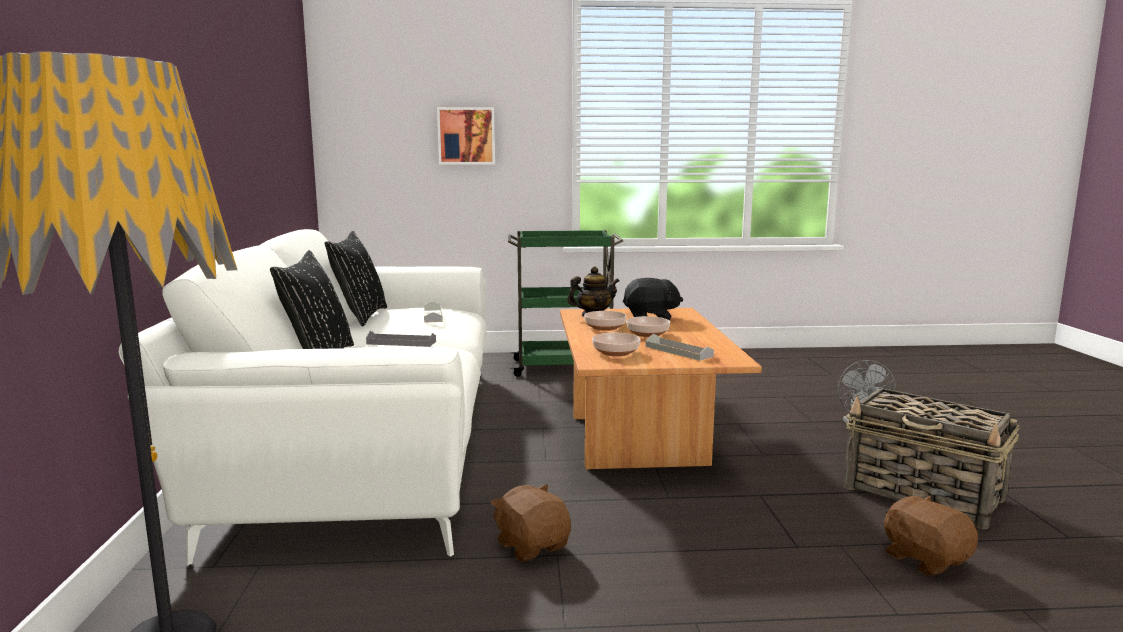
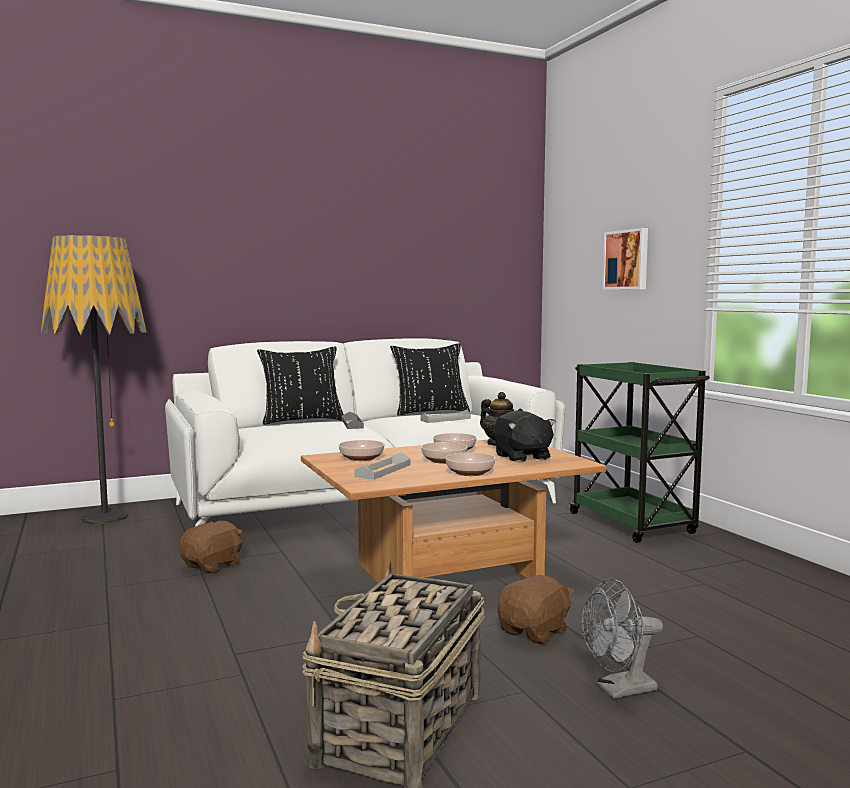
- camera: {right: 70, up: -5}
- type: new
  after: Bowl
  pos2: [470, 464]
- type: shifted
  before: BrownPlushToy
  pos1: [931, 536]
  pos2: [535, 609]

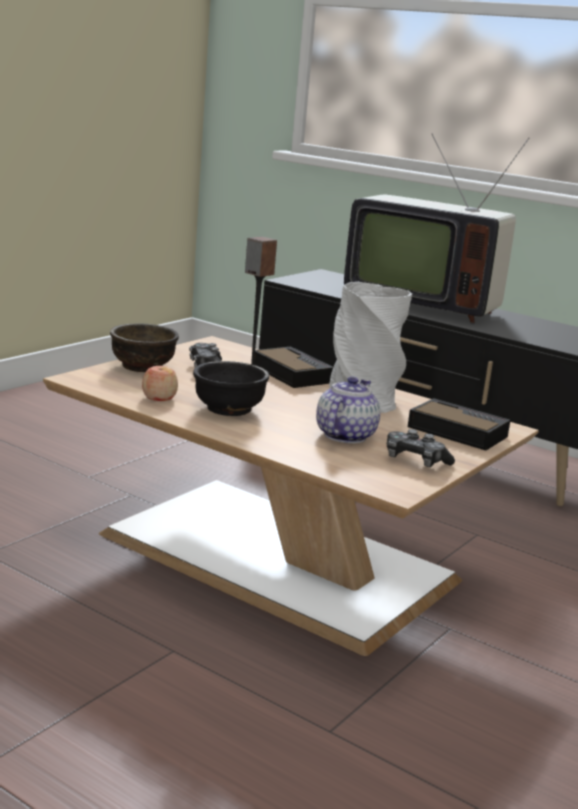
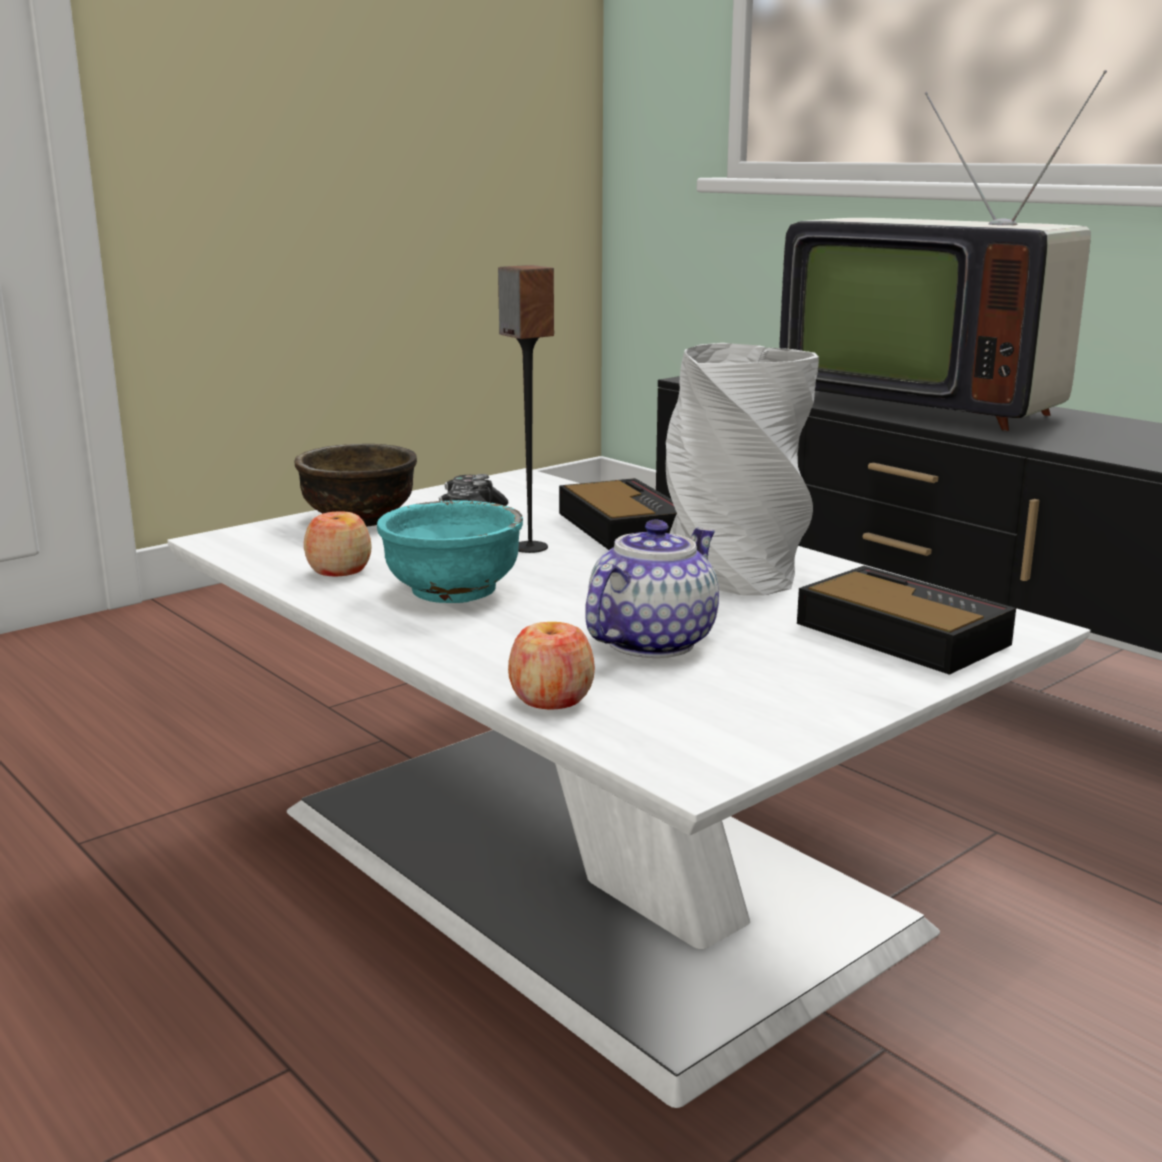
- camera: {right: 15, up: 0}
- type: gone
  before: GameController
  pos1: [421, 448]
- type: new
  after: Apple
  pos2: [551, 665]
- type: repainted
  before: BrownCoffeeTable
  after: WhiteCoffeeTable
  pos1: [291, 496]
  pos2: [628, 788]
- type: repainted
  before: BlackBowl
  after: TurquoiseBowl
  pos1: [231, 388]
  pos2: [450, 551]

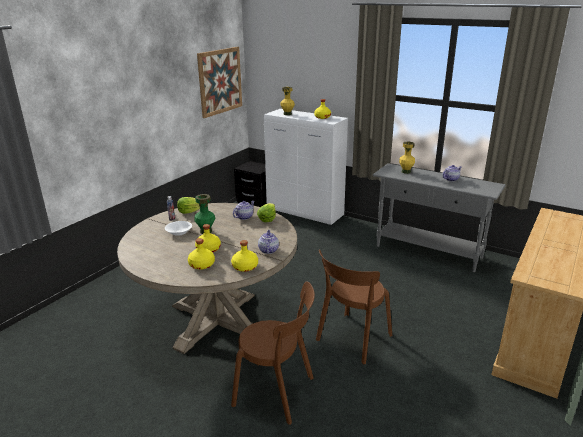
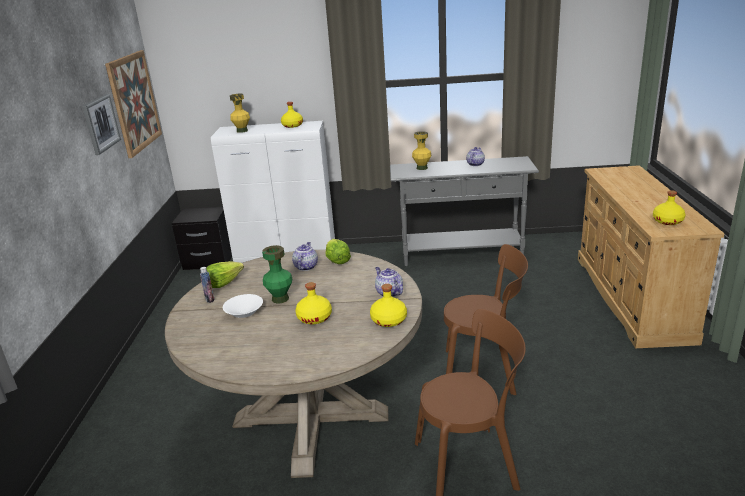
- camera: {right: -30, up: 0}
- type: new
  after: Picture
  pos2: [101, 124]
- type: shifted
  before: YellowBottle
  pos1: [201, 254]
  pos2: [669, 207]
- type: rotated
  before: BrownChair
  pos1: [354, 306]
  pos2: [486, 319]
  turn: -90

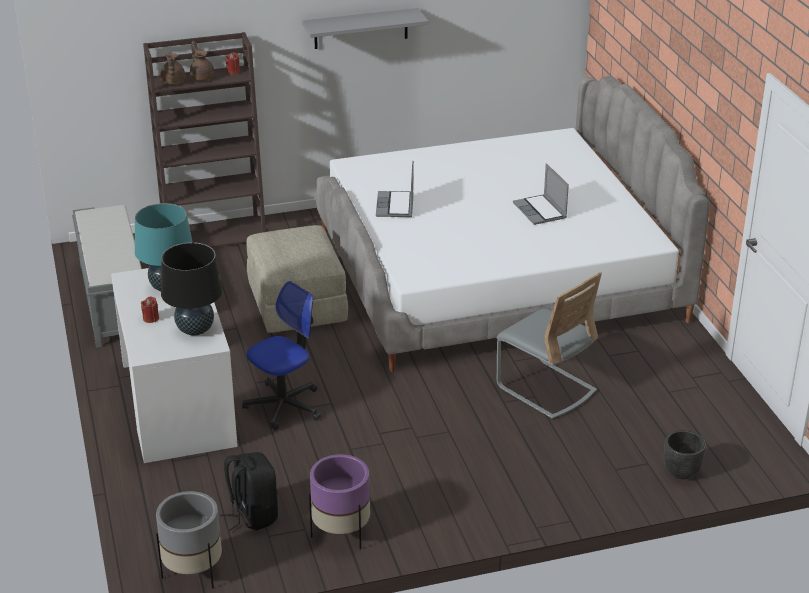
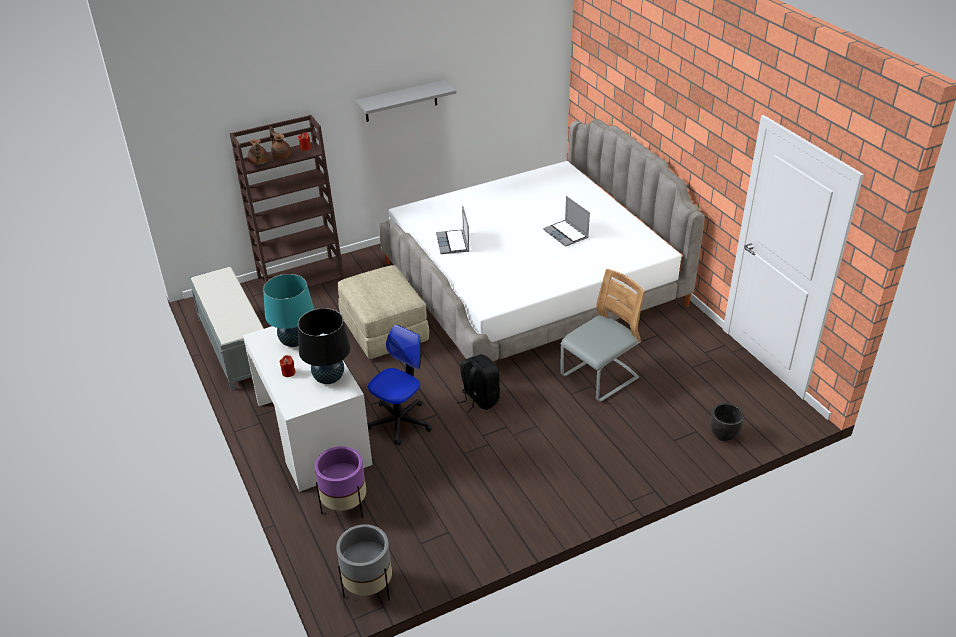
- camera: {right: -10, up: 5}
- type: shifted
  before: BlackBackpack
  pos1: [249, 491]
  pos2: [478, 383]
- type: shifted
  before: PurplePlanter
  pos1: [339, 502]
  pos2: [340, 482]
- type: rotated
  before: GreyChair
  pos1: [549, 345]
  pos2: [602, 335]
  turn: -75

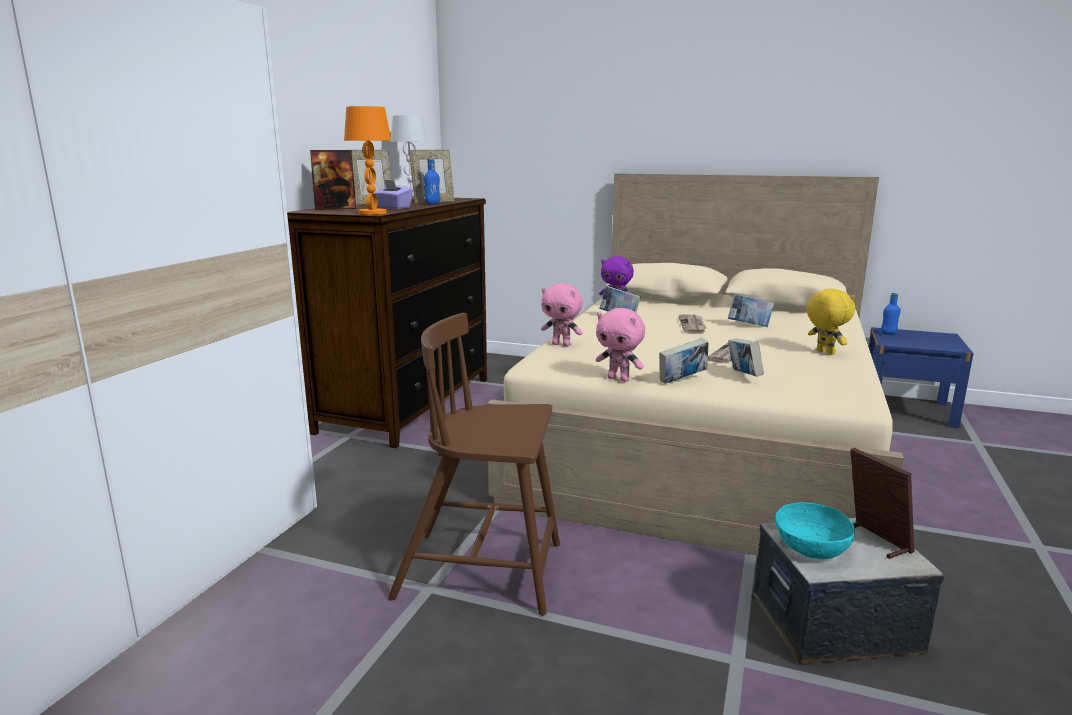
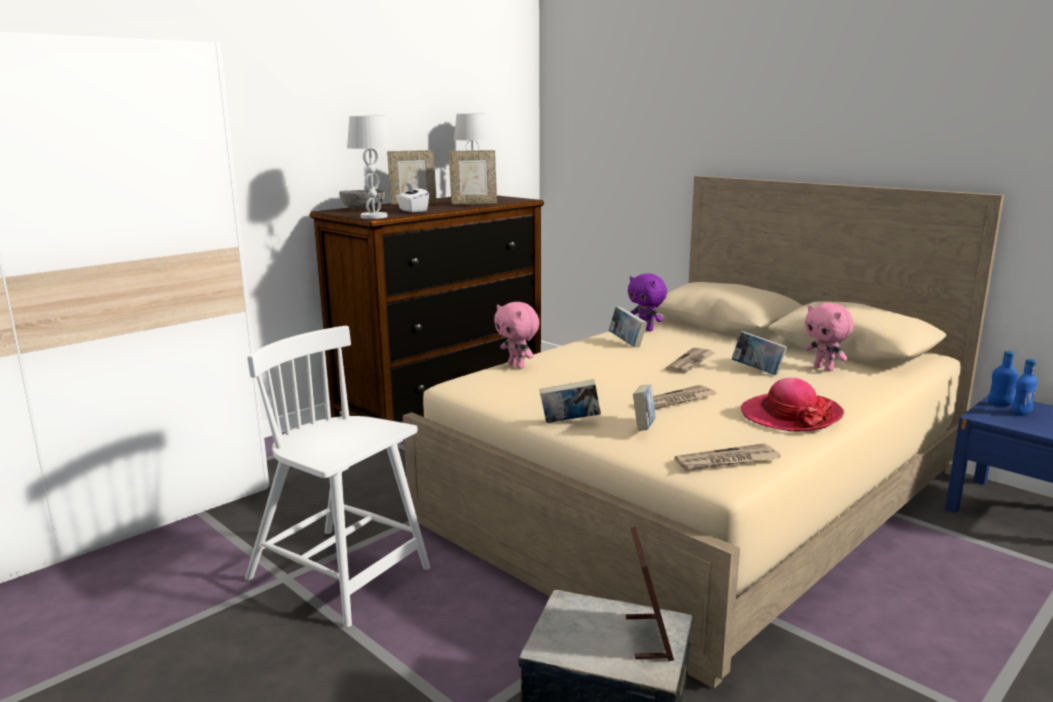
- camera: {right: 25, up: 0}
- type: gone
  before: TurquoiseBowl
  pos1: [815, 530]
- type: new
  after: Newspaper
  pos2: [728, 457]
- type: shifted
  before: BlueBottle
  pos1: [432, 181]
  pos2: [1024, 387]
- type: shifted
  before: PinkPlushToy
  pos1: [620, 345]
  pos2: [829, 337]
- type: swapped
  before: PictureFrame
  after: GreyBowl
  pos1: [333, 180]
  pos2: [362, 199]
- type: swapped
  before: YellowPlushToy
  after: Hat
  pos1: [831, 322]
  pos2: [793, 405]
- type: repainted
  before: OrangeTableLamp
  after: WhiteTableLamp
  pos1: [367, 160]
  pos2: [369, 167]
- type: repainted
  before: PurpleTissueBox
  after: WhiteTissueBox
  pos1: [394, 194]
  pos2: [412, 197]
- type: repainted
  before: BrownChair
  after: WhiteChair
  pos1: [474, 464]
  pos2: [337, 476]

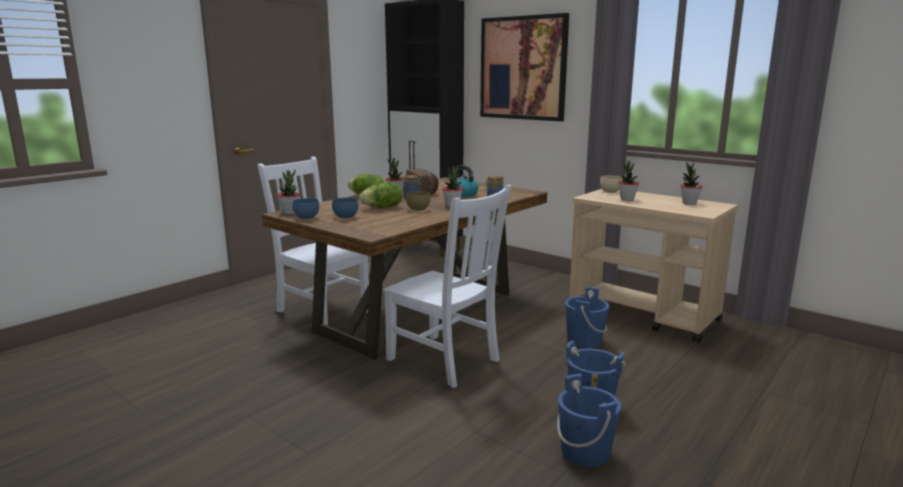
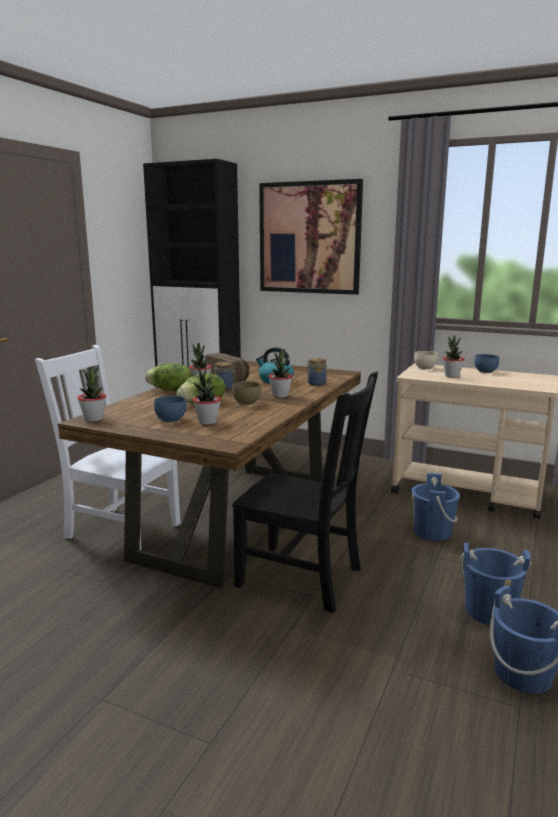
- camera: {right: -15, up: 0}
- type: shifted
  before: BlueBowl
  pos1: [305, 208]
  pos2: [486, 363]
- type: shifted
  before: PottedPlant
  pos1: [691, 183]
  pos2: [207, 396]
- type: repainted
  before: WhiteChair
  after: BlackChair
  pos1: [447, 286]
  pos2: [305, 492]

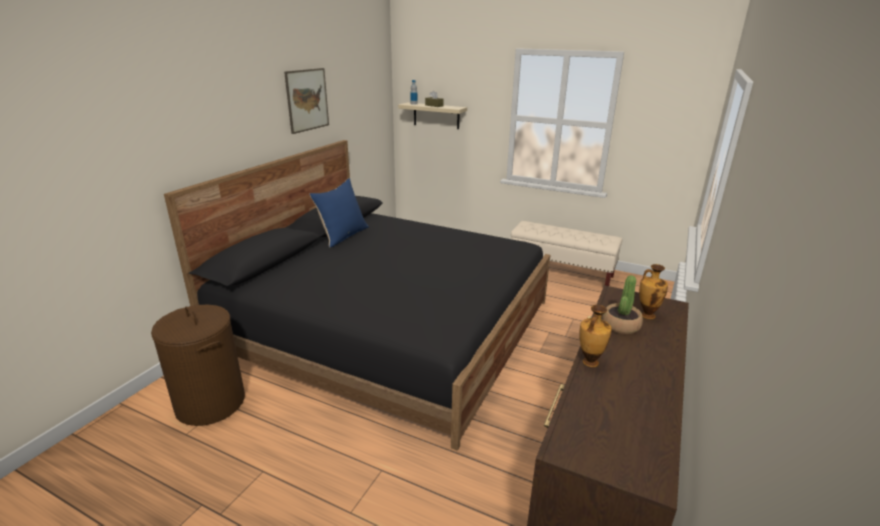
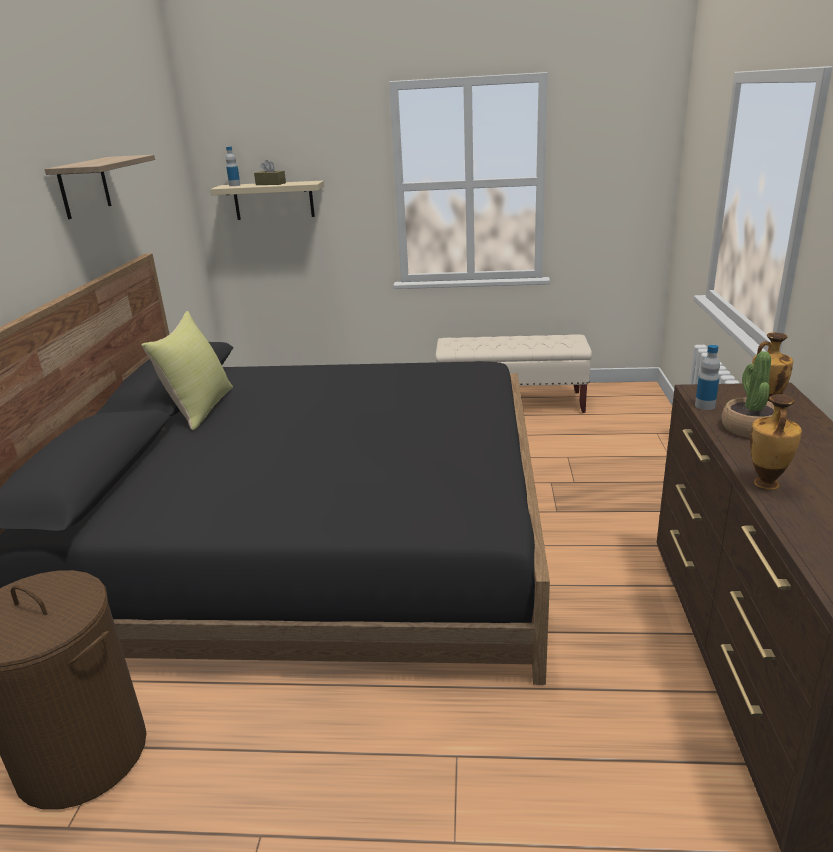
- camera: {right: -20, up: 0}
- type: new
  after: Bottle
  pos2: [707, 377]
- type: swapped
  before: Picture
  after: Shelf
  pos1: [306, 101]
  pos2: [100, 187]
- type: repainted
  before: BluePillow
  after: YellowPillow
  pos1: [339, 213]
  pos2: [187, 370]

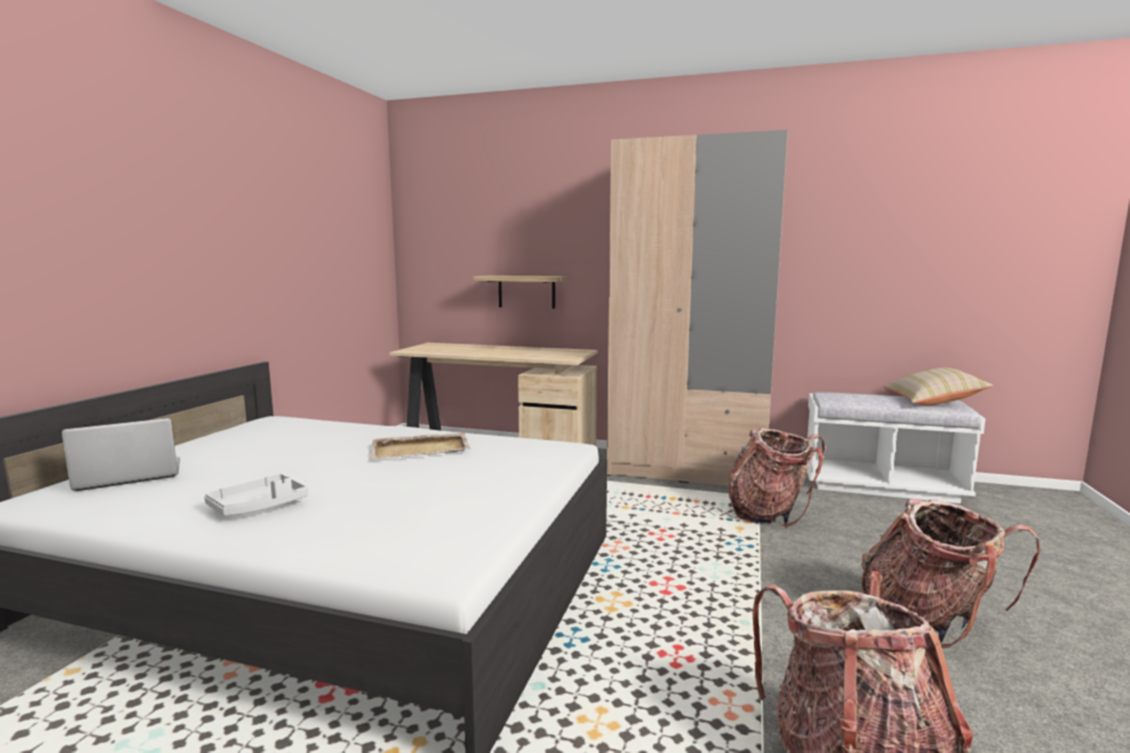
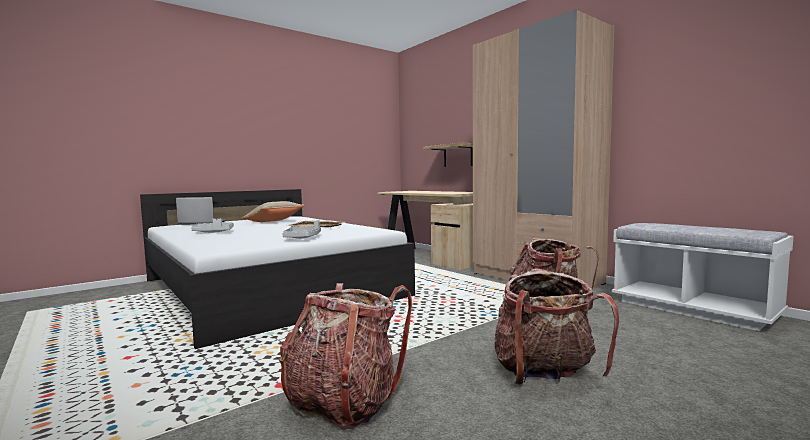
- camera: {right: 35, up: -5}
- type: new
  after: GreyTray
  pos2: [301, 229]
- type: shifted
  before: BeigePillow
  pos1: [938, 386]
  pos2: [273, 211]

